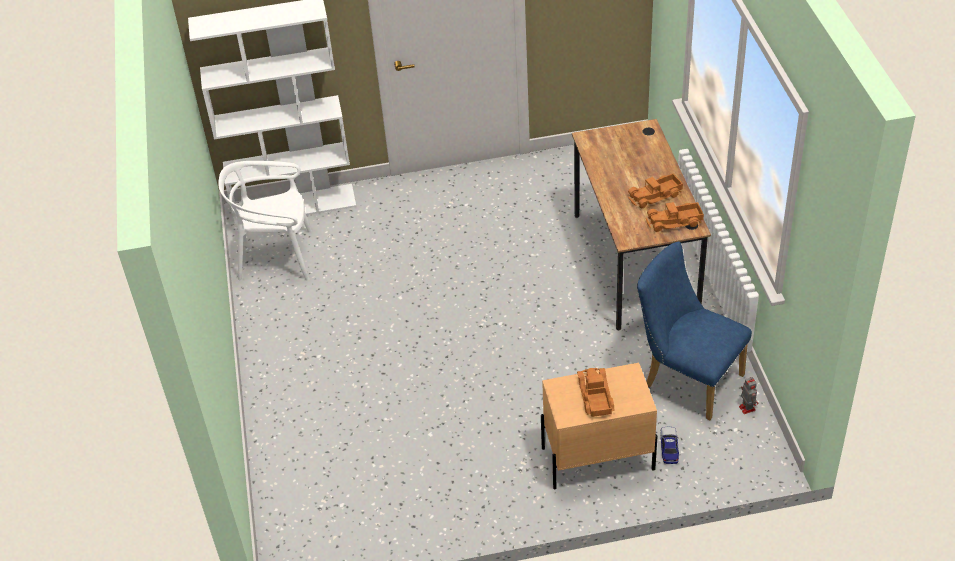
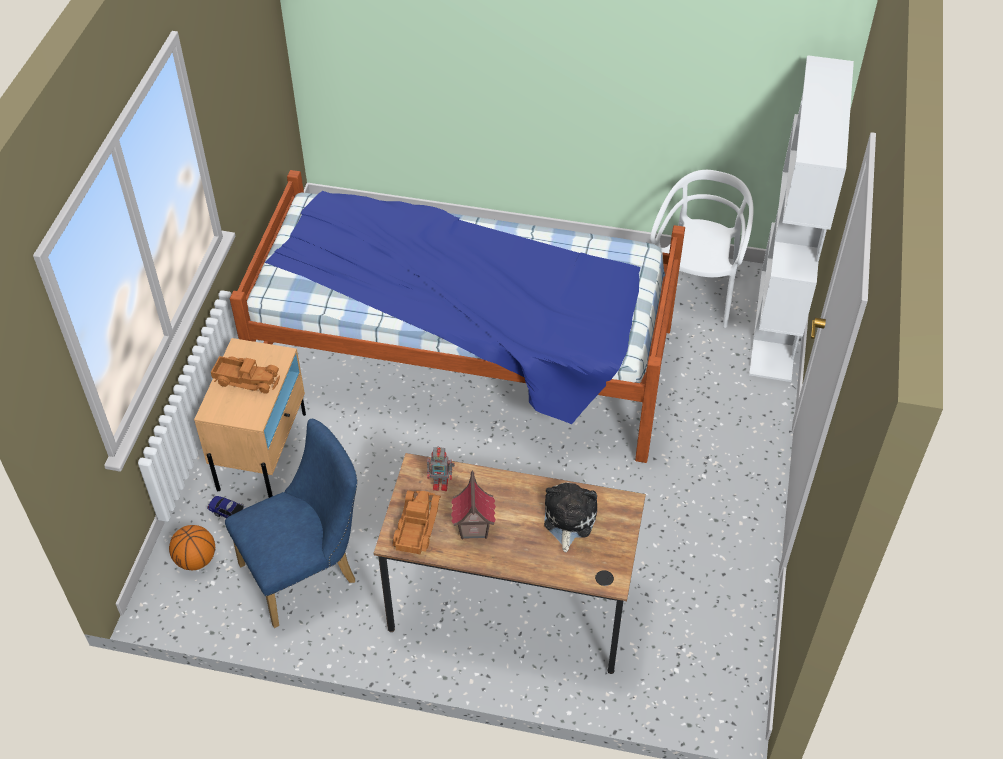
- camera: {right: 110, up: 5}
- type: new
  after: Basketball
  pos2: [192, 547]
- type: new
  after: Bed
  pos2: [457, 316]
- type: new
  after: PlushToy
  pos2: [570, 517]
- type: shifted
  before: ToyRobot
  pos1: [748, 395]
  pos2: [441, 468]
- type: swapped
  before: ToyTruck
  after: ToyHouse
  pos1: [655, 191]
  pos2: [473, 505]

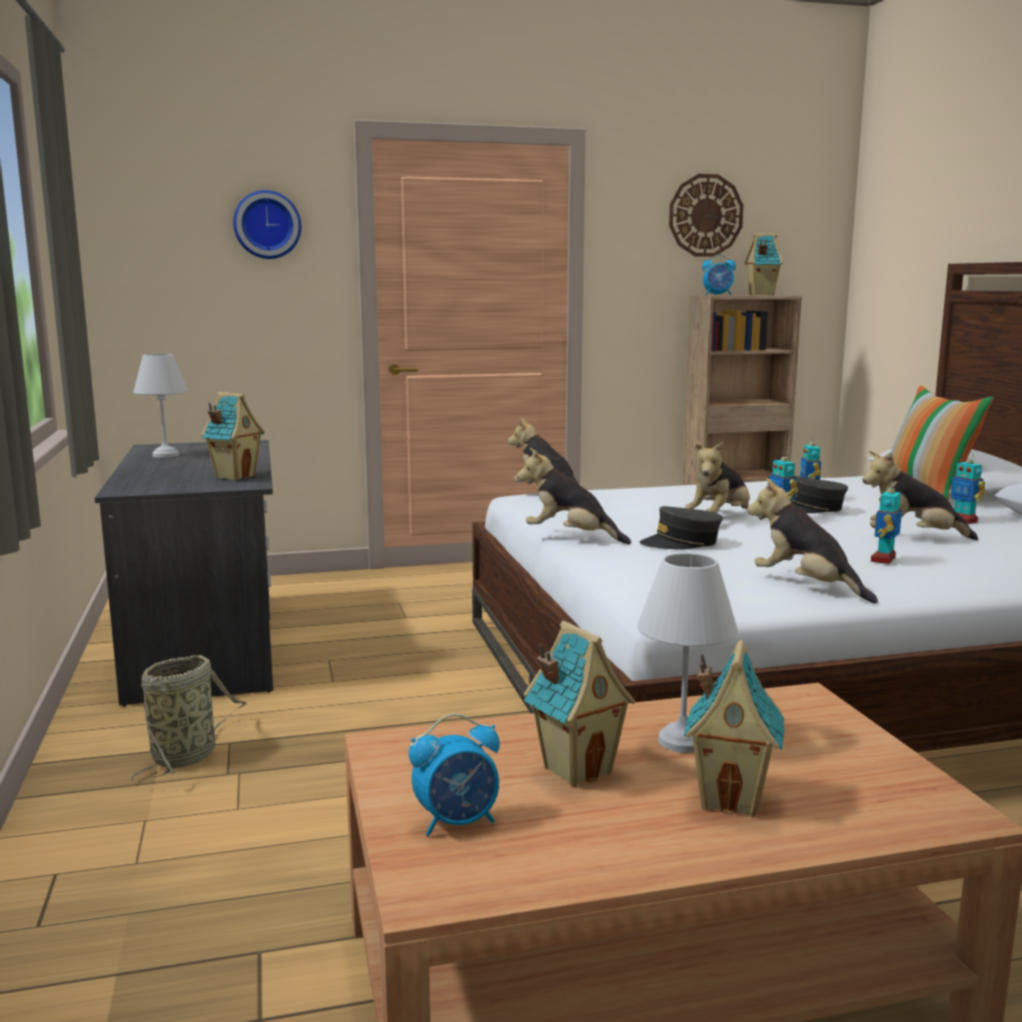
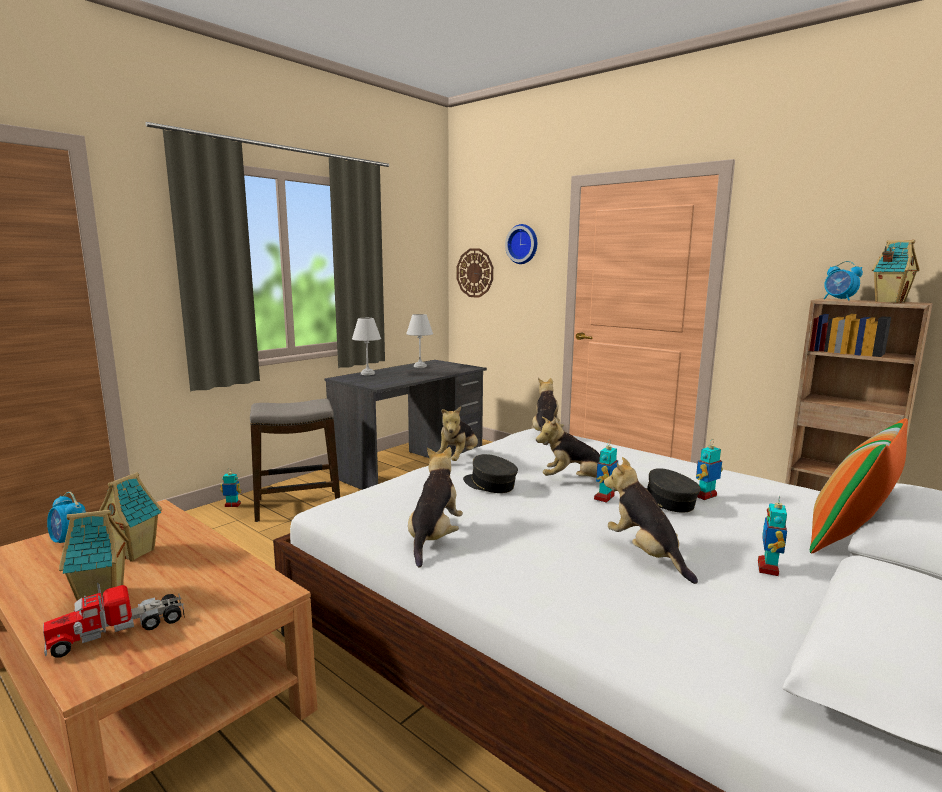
- camera: {right: 55, up: 0}
- type: gone
  before: ToyHouse
  pos1: [233, 436]
- type: new
  after: ToyTruck
  pos2: [114, 620]
- type: shifted
  before: WhiteTableLamp
  pos1: [687, 653]
  pos2: [366, 346]
- type: shifted
  before: WallClock
  pos1: [706, 215]
  pos2: [475, 273]
- type: shifted
  before: ToyRobot
  pos1: [886, 522]
  pos2: [230, 488]
- type: swapped
  before: Basket
  after: Stool
  pos1: [188, 718]
  pos2: [295, 460]
- type: rotated
  before: PlushToy
  pos1: [574, 496]
  pos2: [457, 434]
  turn: -150

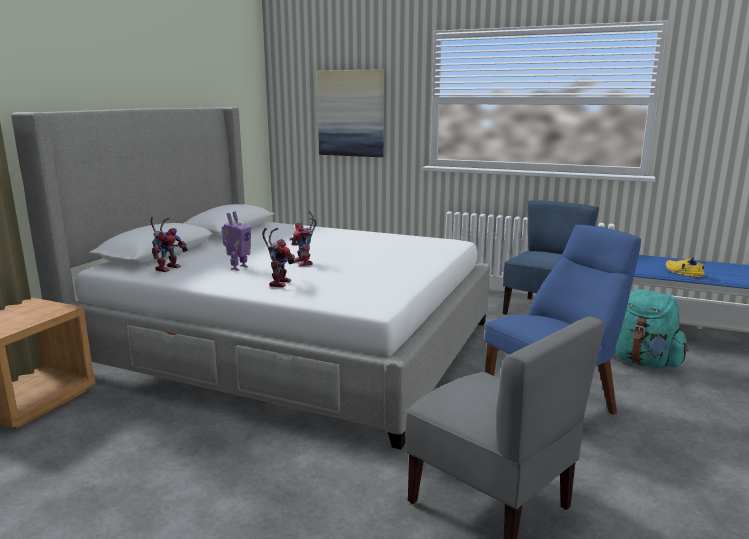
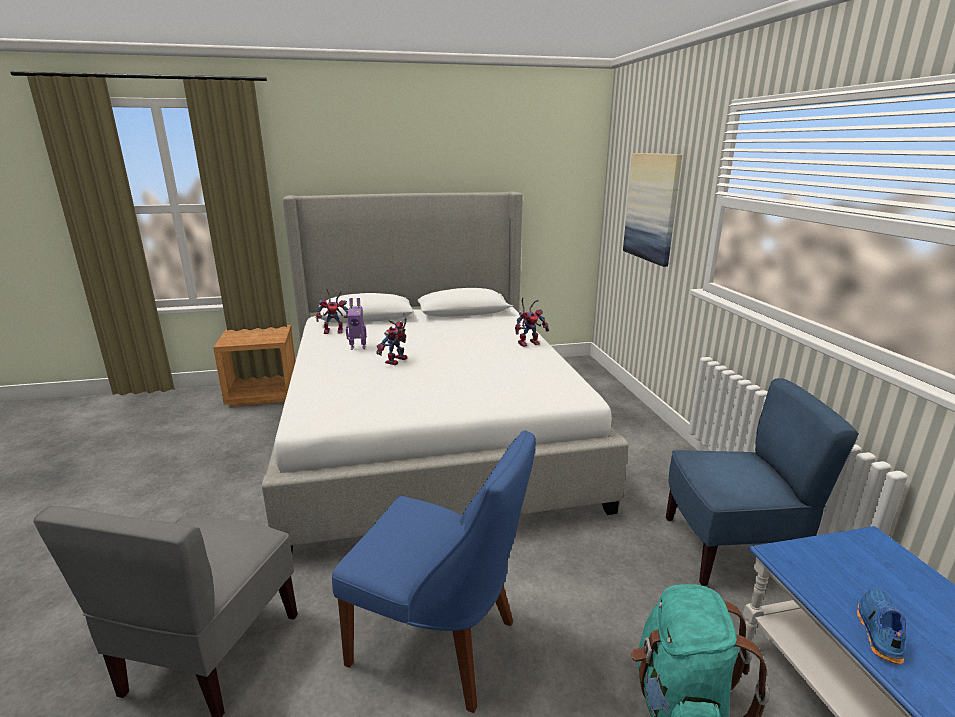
- camera: {right: 55, up: 5}
- type: shifted
  before: ToyRobot
  pos1: [278, 258]
  pos2: [532, 322]
- type: repainted
  before: YellowShoe
  after: BlueShoe
  pos1: [685, 267]
  pos2: [881, 626]

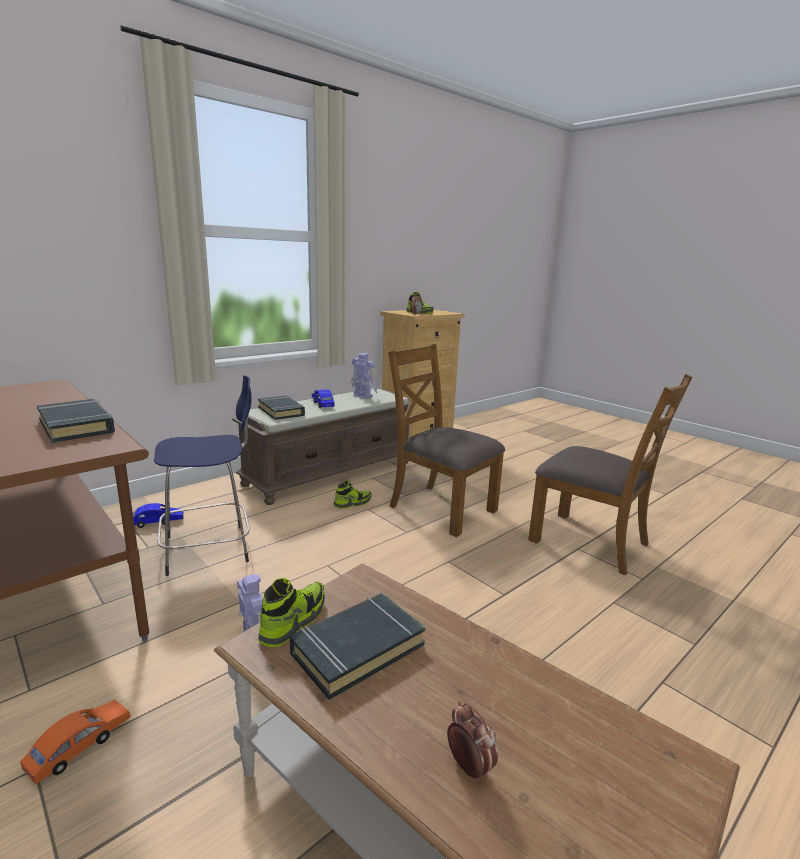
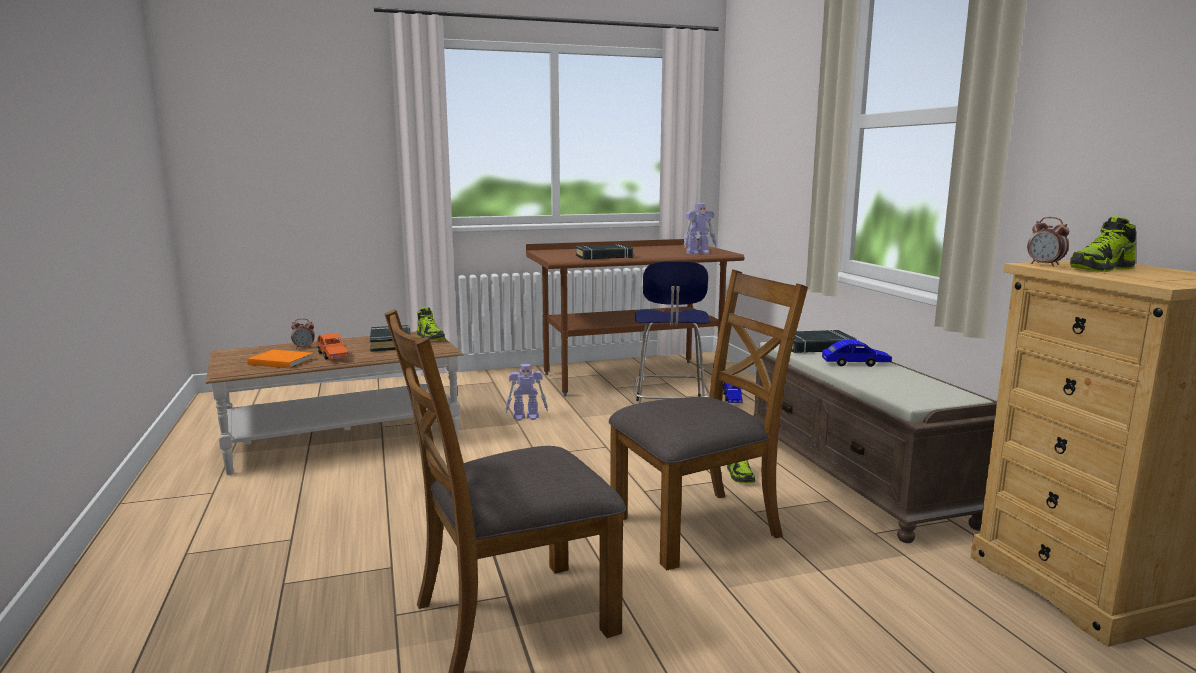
- camera: {right: 115, up: -5}
- type: new
  after: OrangeBook
  pos2: [280, 359]
- type: shifted
  before: OrangeToyCar
  pos1: [75, 742]
  pos2: [332, 346]
- type: shifted
  before: ToyRobot
  pos1: [364, 376]
  pos2: [700, 229]

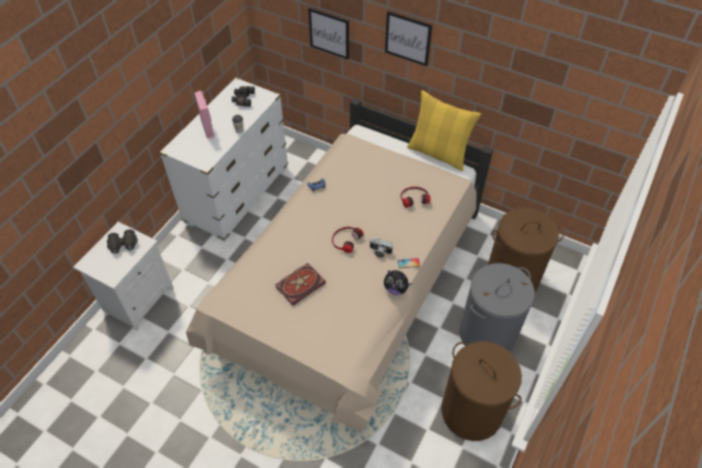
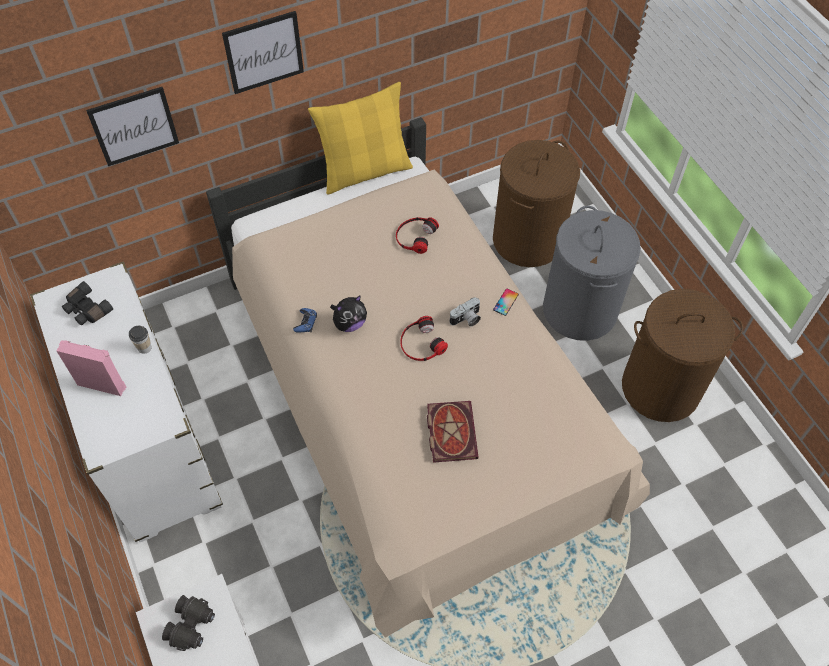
- camera: {right: -55, up: 5}
- type: shifted
  before: PlushToy
  pos1: [398, 282]
  pos2: [348, 313]

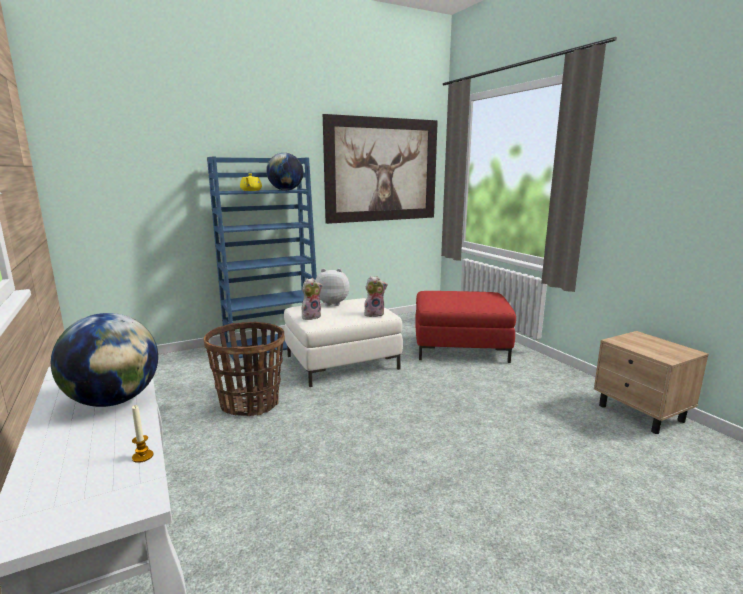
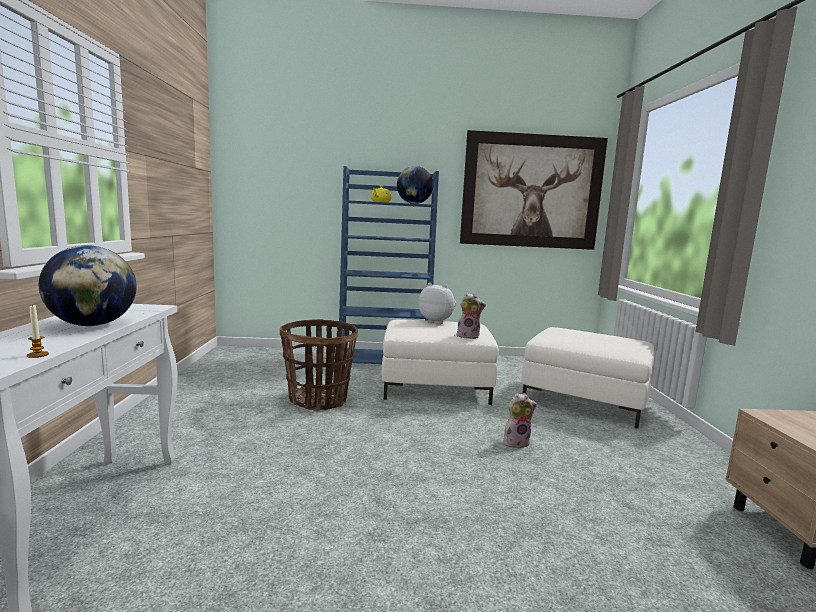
- camera: {right: 25, up: -5}
- type: shifted
  before: PlushToy
  pos1: [312, 299]
  pos2: [520, 420]
- type: repainted
  before: RedOttoman
  after: WhiteOttoman
  pos1: [465, 327]
  pos2: [588, 378]

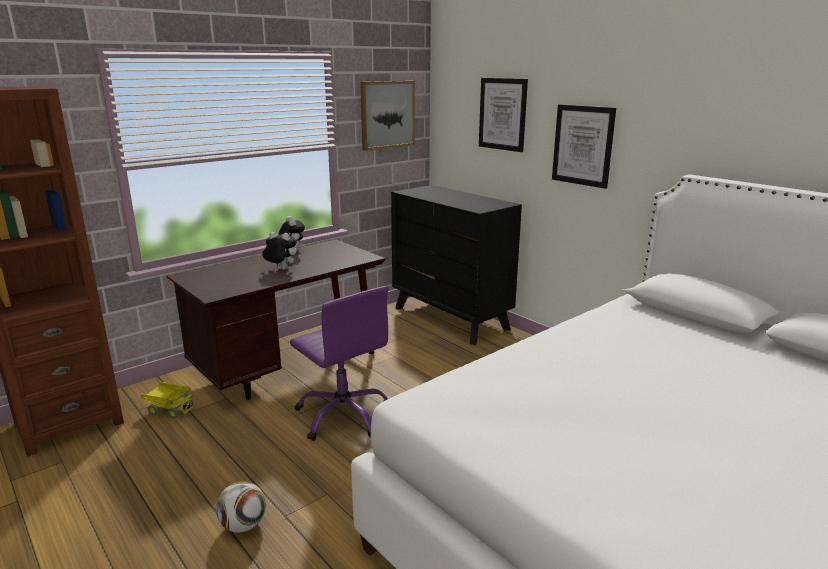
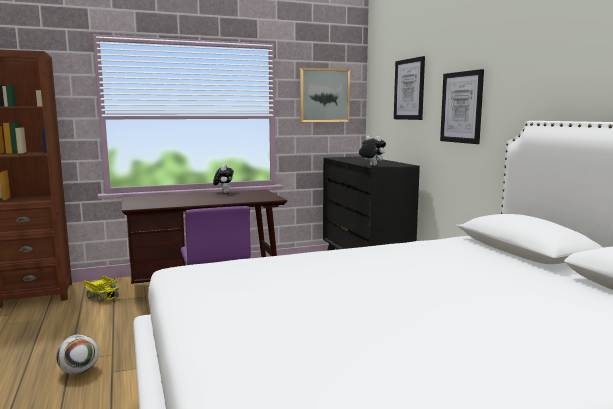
- camera: {right: 20, up: -10}
- type: shifted
  before: PlushToy
  pos1: [279, 251]
  pos2: [372, 150]

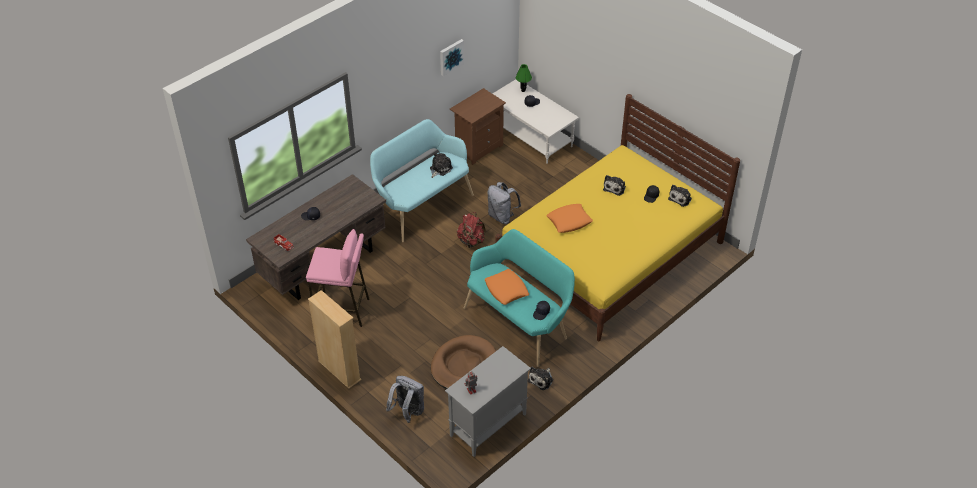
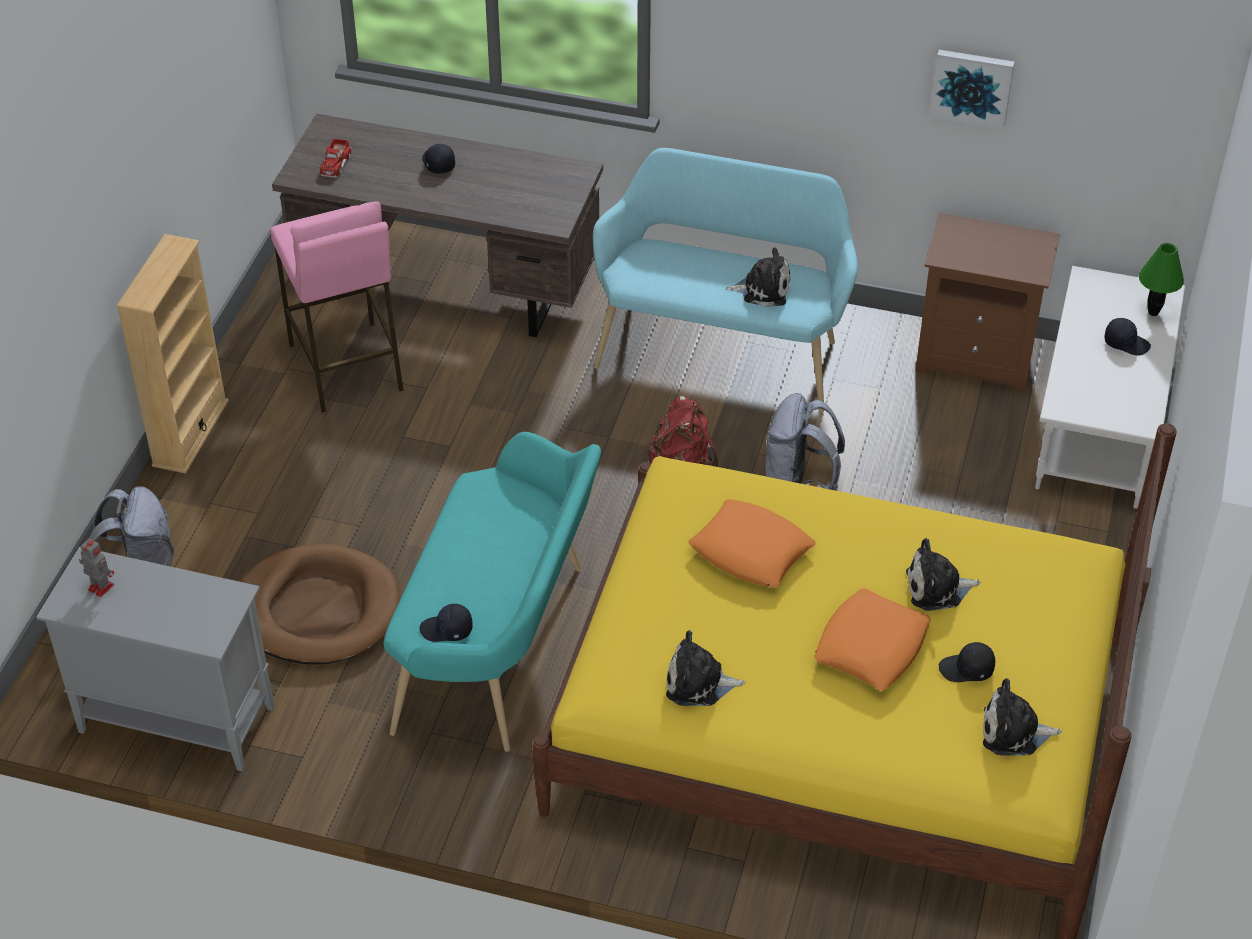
- camera: {right: 60, up: 0}
- type: shifted
  before: OrangePillow
  pos1: [507, 287]
  pos2: [872, 639]
- type: shifted
  before: PlushToy
  pos1: [540, 378]
  pos2: [705, 668]

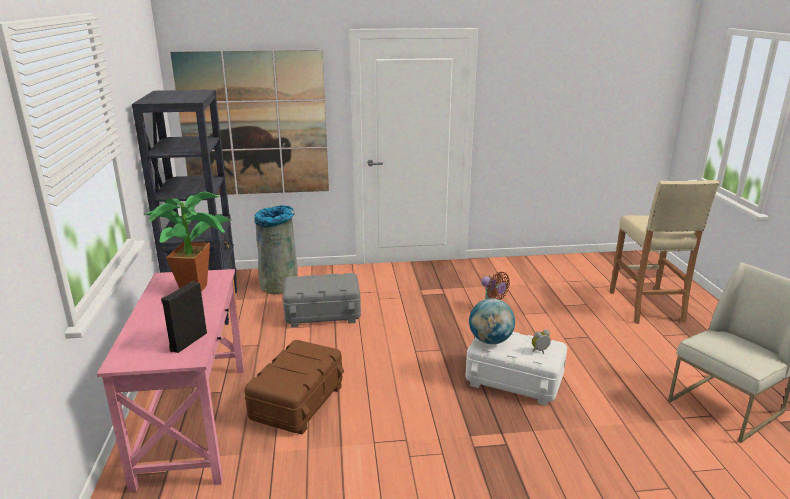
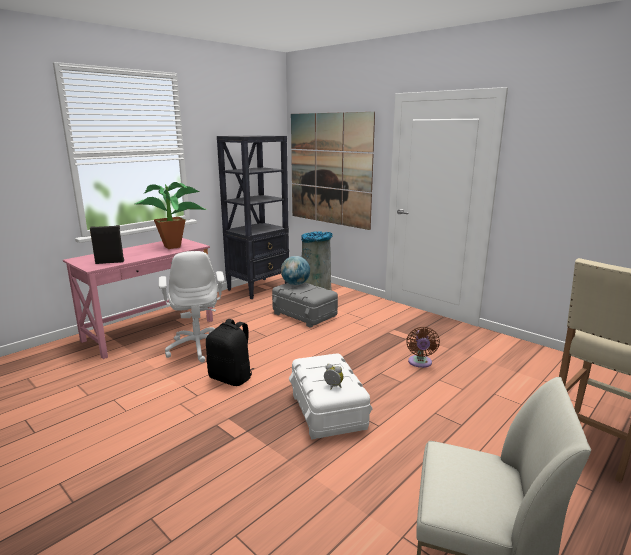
- camera: {right: 50, up: -5}
- type: new
  after: BlackBackpack
  pos2: [230, 352]
- type: shifted
  before: Globe
  pos1: [492, 321]
  pos2: [295, 270]
- type: swapped
  before: BrownStorageBox
  after: WhiteOfficeChair
  pos1: [294, 387]
  pos2: [192, 306]

